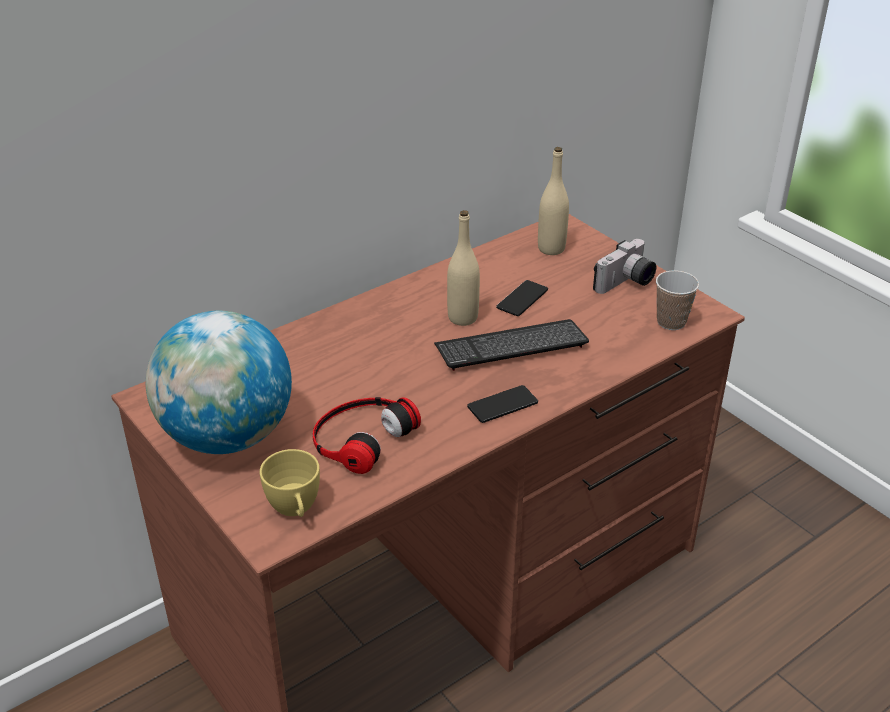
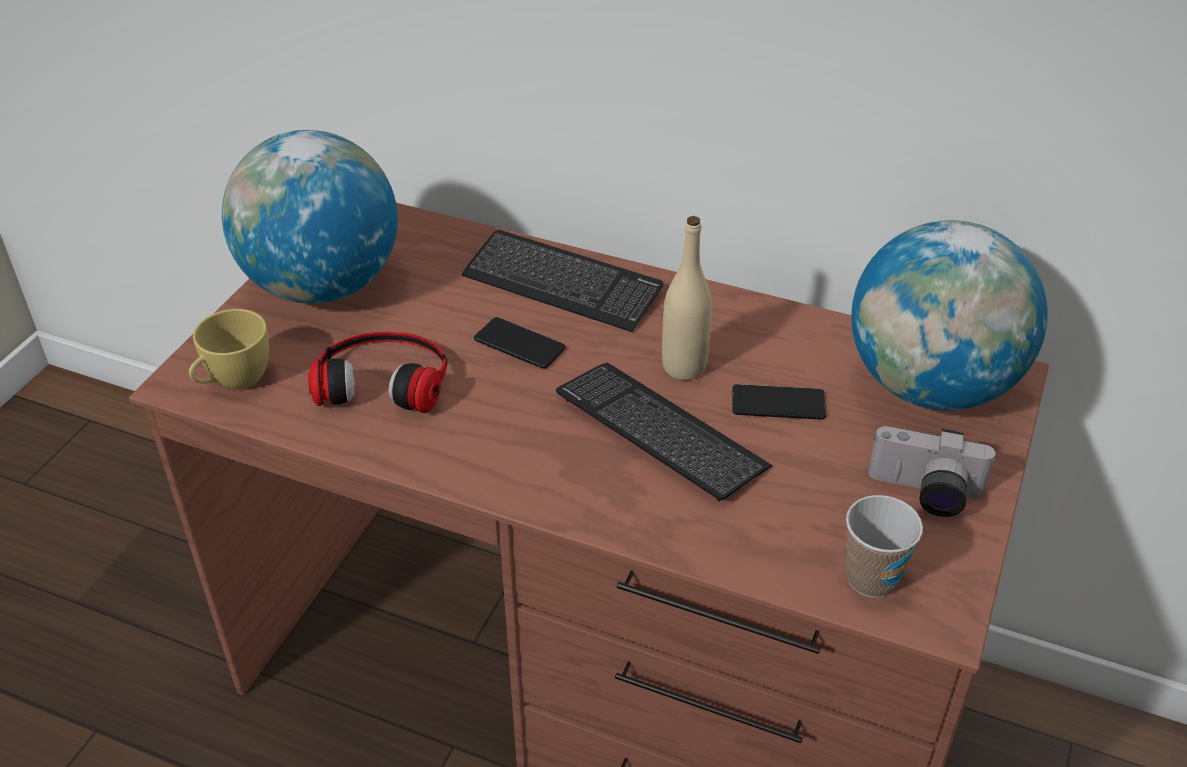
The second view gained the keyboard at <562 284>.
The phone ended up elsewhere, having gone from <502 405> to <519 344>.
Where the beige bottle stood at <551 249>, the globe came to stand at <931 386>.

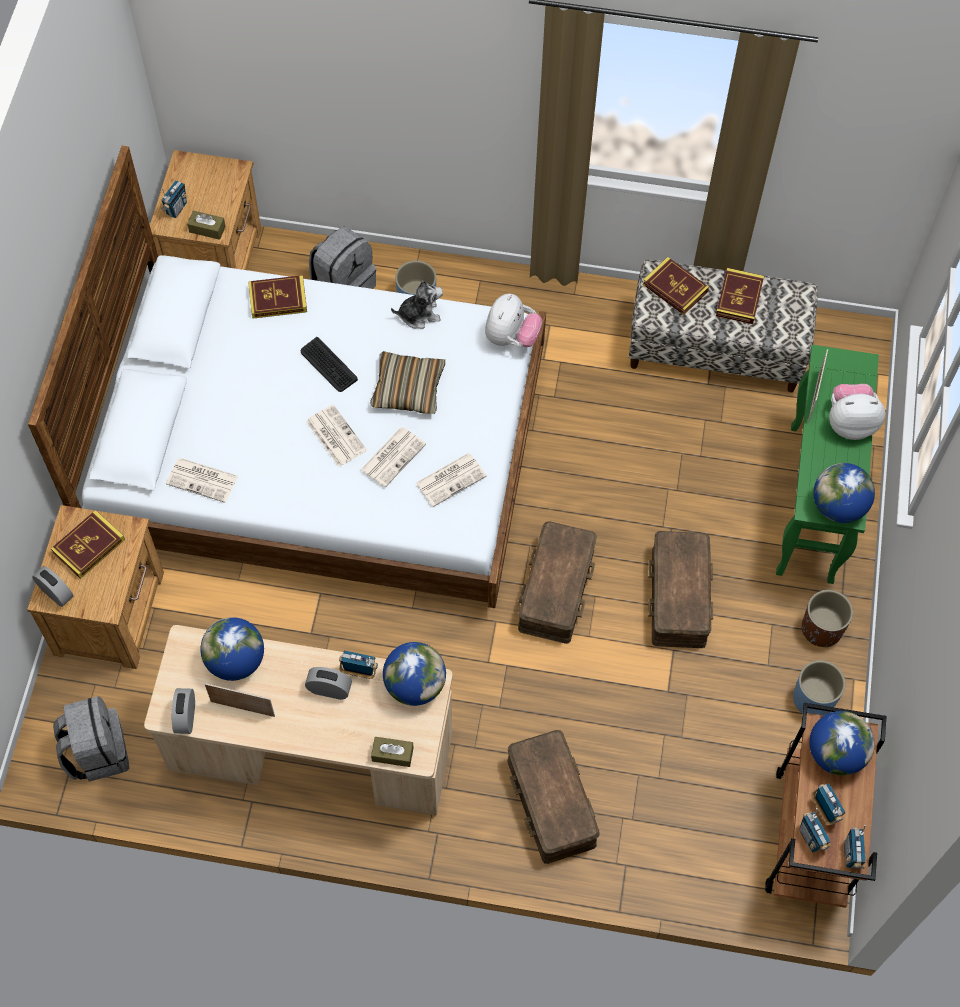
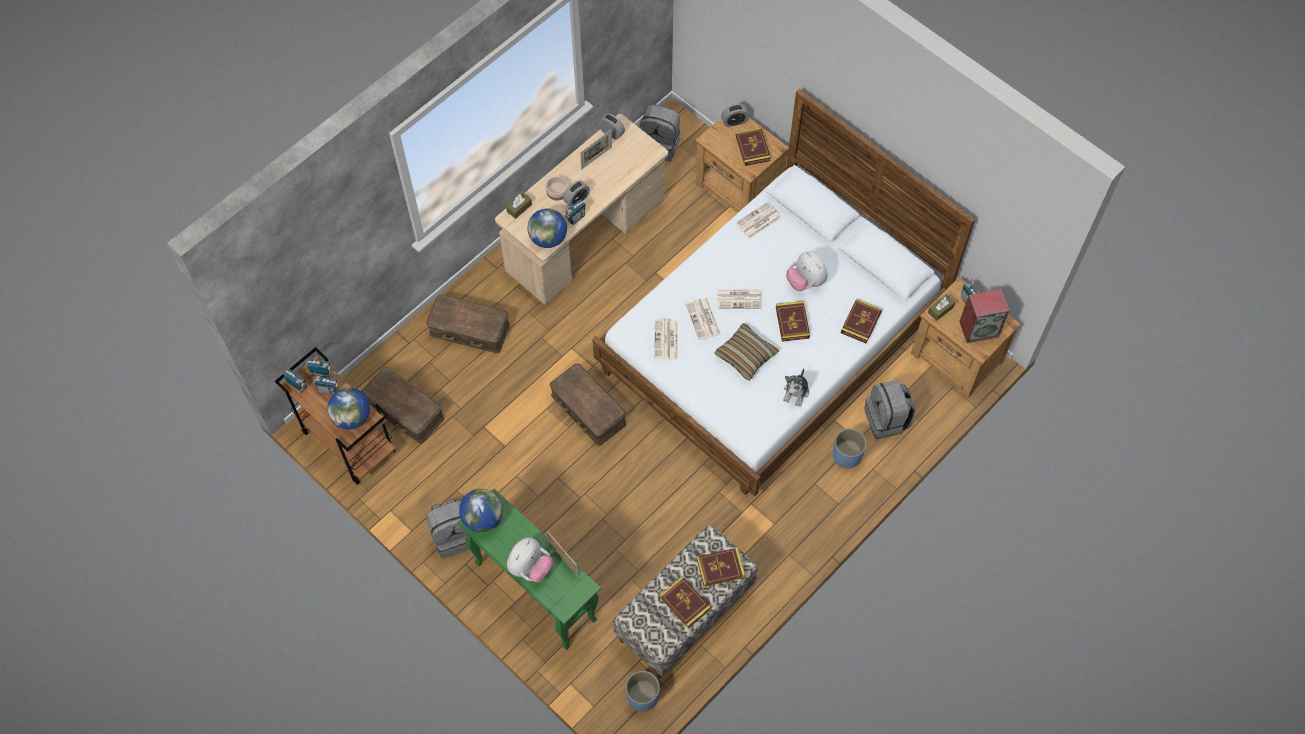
The brown storage box ended up elsewhere, having gone from <677 596> to <405 410>.
Where the brown planter stood at <821 629>, the grey backpack came to stand at <454 535>.
The second view gained the bowl at <557 191>.
The blue planter ended up elsewhere, having gone from <813 699> to <642 696>.
Where the keyboard stood at <328 365>, the book came to stand at <792 322>.
The plush toy ended up elsewhere, having gone from <511 337> to <805 281>.
The second view gained the speaker at <979 328>.
The second view lost the globe at <236 660>.

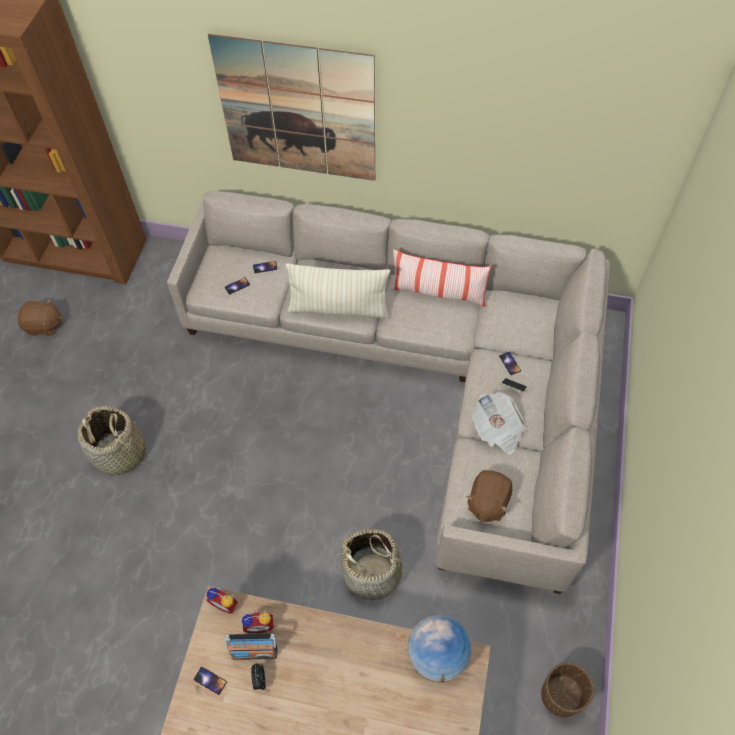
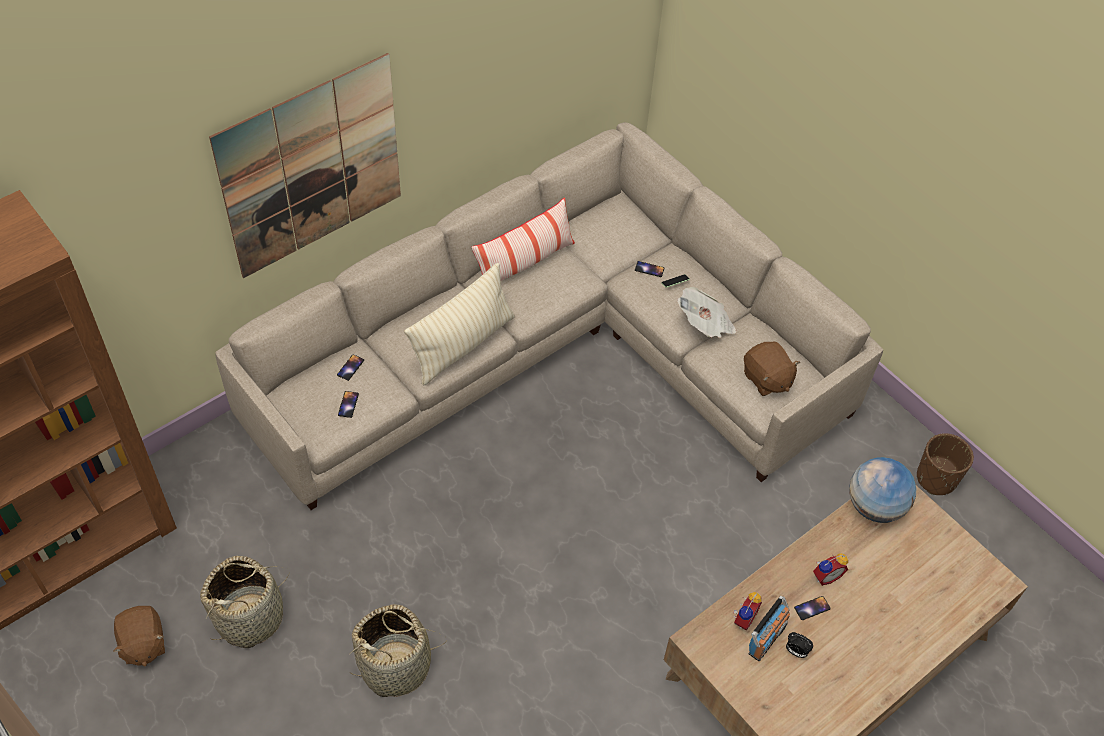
The brown plush toy at <44 326> ended up facing another way, 120 degrees clockwise from before.
The basket ended up elsewhere, having gone from <373 574> to <250 617>.
The phone ended up elsewhere, having gone from <210 680> to <812 608>.
The alarm clock ended up elsewhere, having gone from <225 603> to <825 576>.

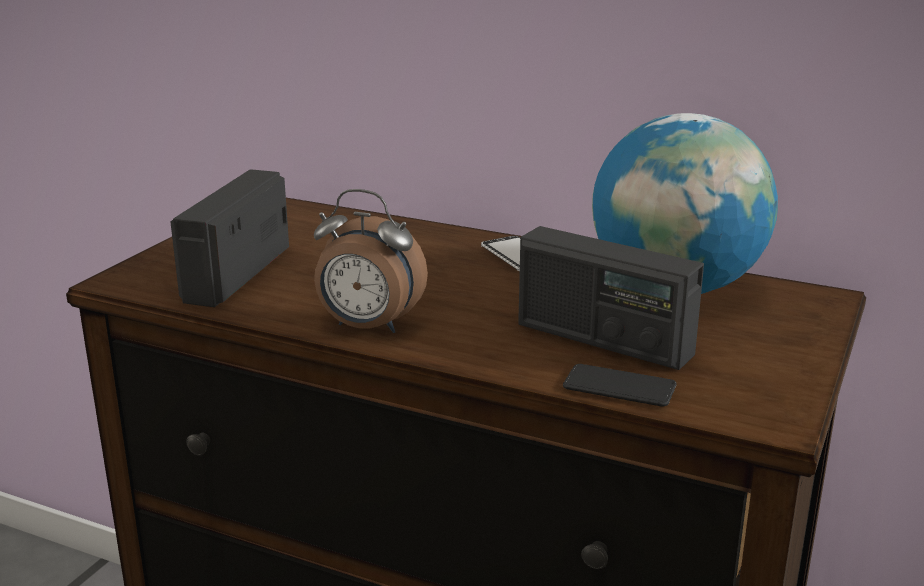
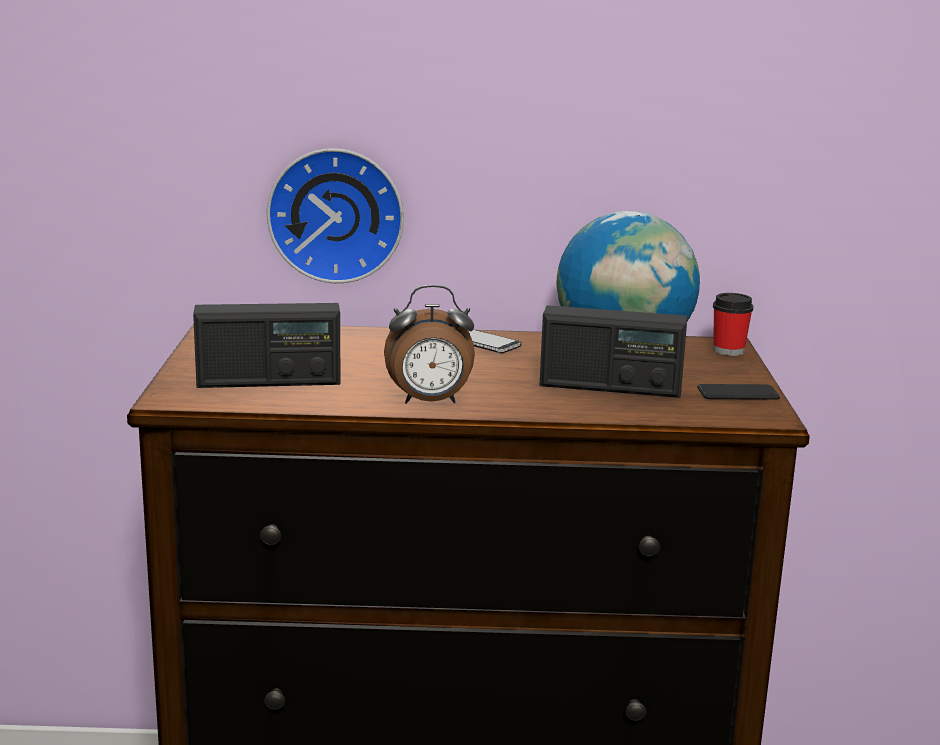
The radio at <236 274> ended up facing another way, 90 degrees counterclockwise from before.
The second view gained the wall clock at <336 214>.
The phone ended up elsewhere, having gone from <619 387> to <737 394>.
The second view gained the cup at <728 351>.

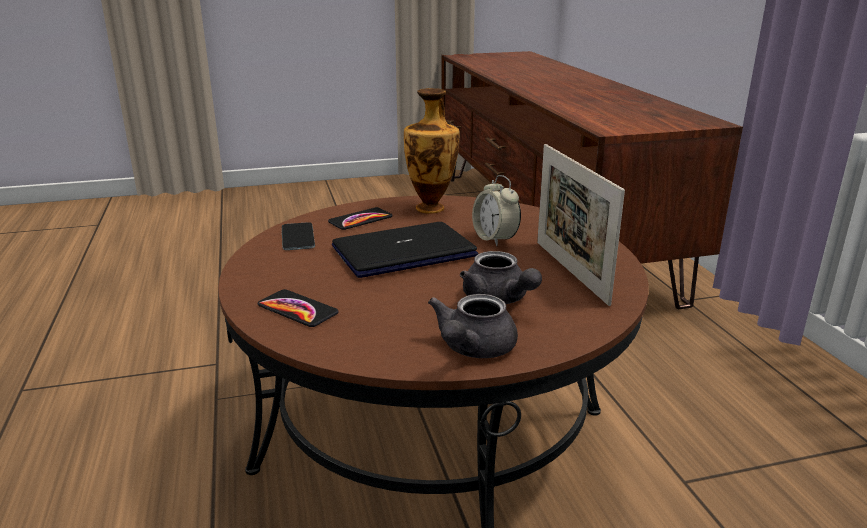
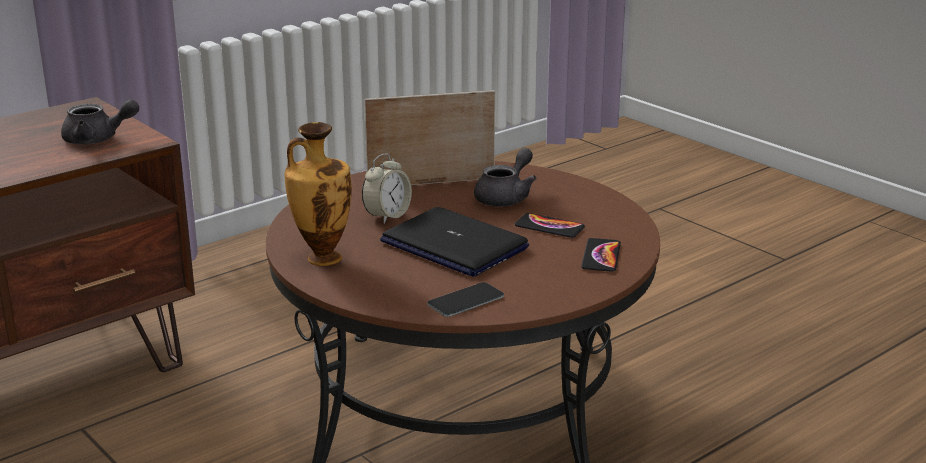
The grey teapot ended up elsewhere, having gone from <472 349> to <98 140>.
The picture frame at <570 271> ended up facing another way, 150 degrees counterclockwise from before.
The phone ended up elsewhere, having gone from <360 220> to <549 227>.

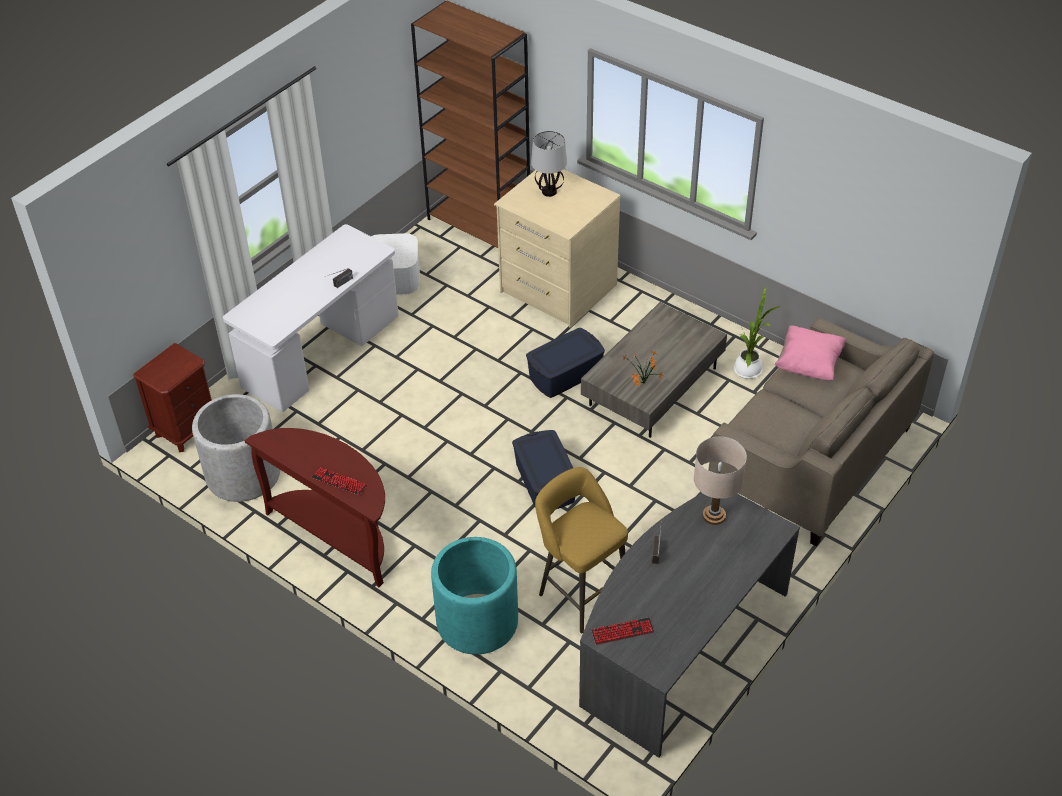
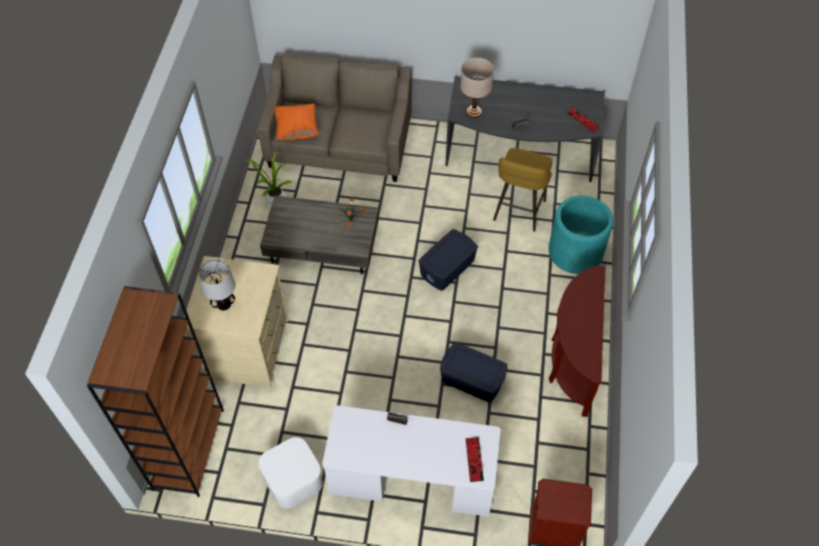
What was the pink pillow at <808 364> turned into the orange pillow at <297 129>.
The blue storage box ended up elsewhere, having gone from <564 374> to <472 380>.
The keyboard ended up elsewhere, having gone from <339 482> to <474 459>.
The second view lost the grey planter at <243 474>.

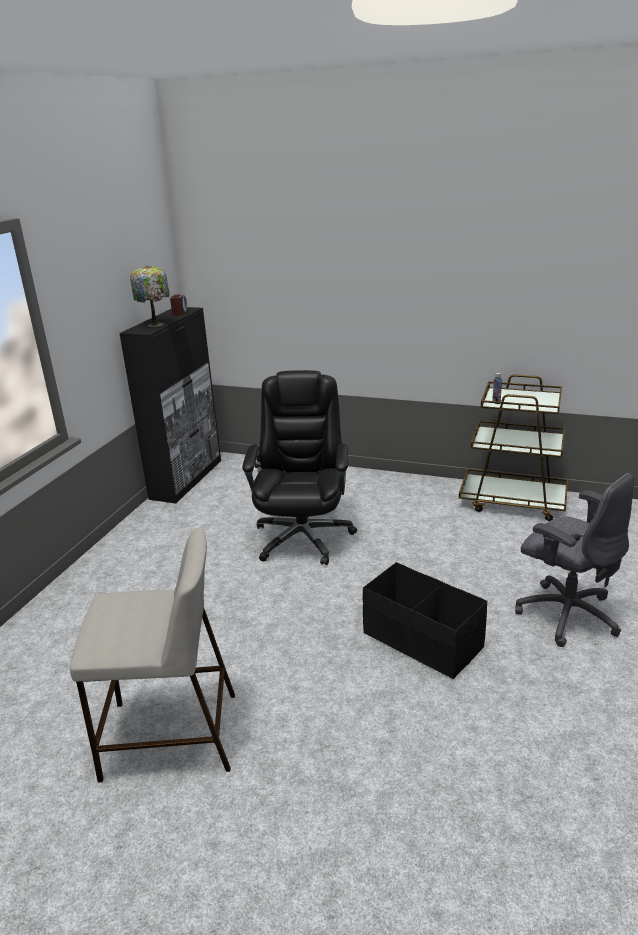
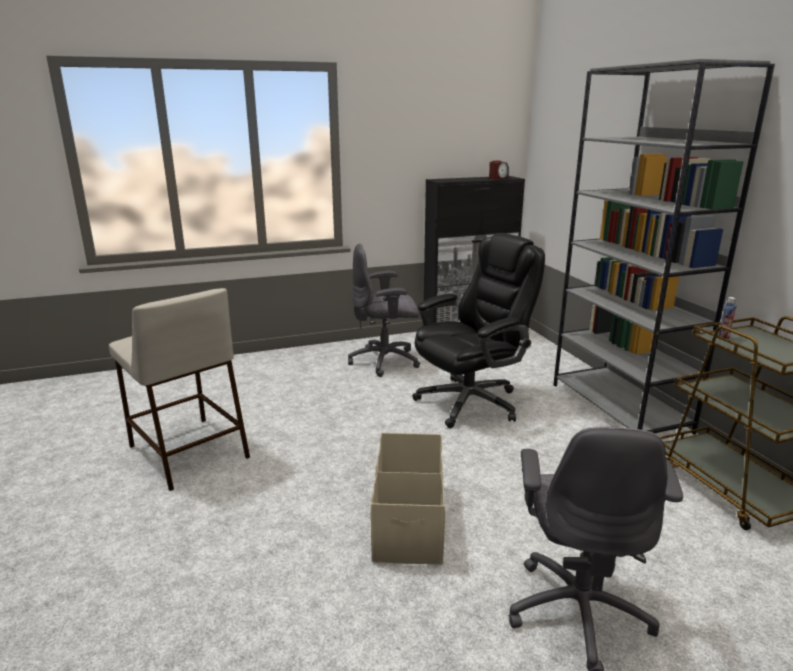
The second view gained the grey office chair at <385 361>.
What was the black storage box at <422 641> turned into the beige storage box at <408 521>.
The second view gained the grey bookcase at <620 408>.
The second view lost the table lamp at <156 324>.

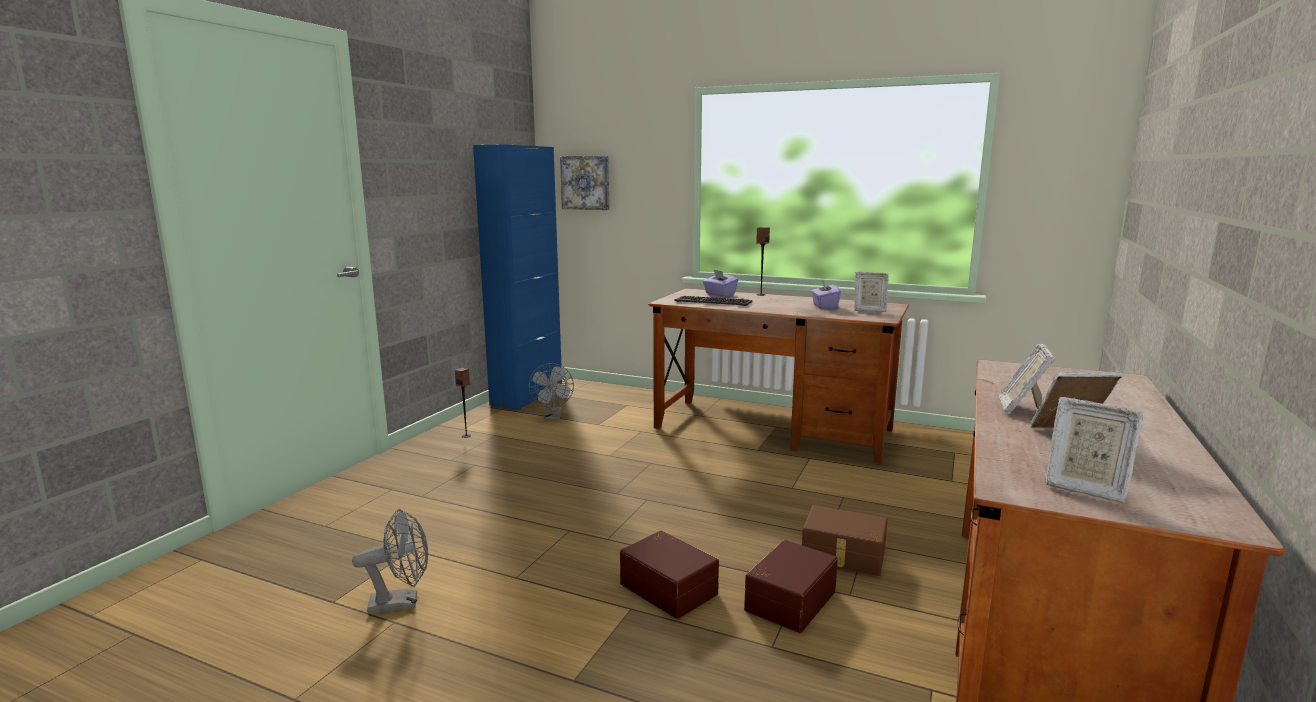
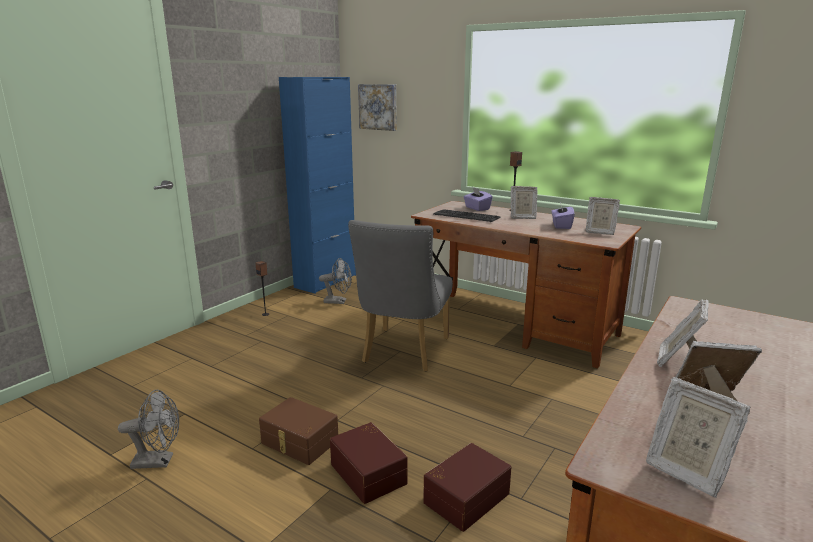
The brown storage box ended up elsewhere, having gone from <843 555> to <299 442>.
The grey fan at <553 417> ended up facing another way, 90 degrees counterclockwise from before.
The second view gained the grey chair at <403 353>.
The second view gained the picture frame at <522 217>.

